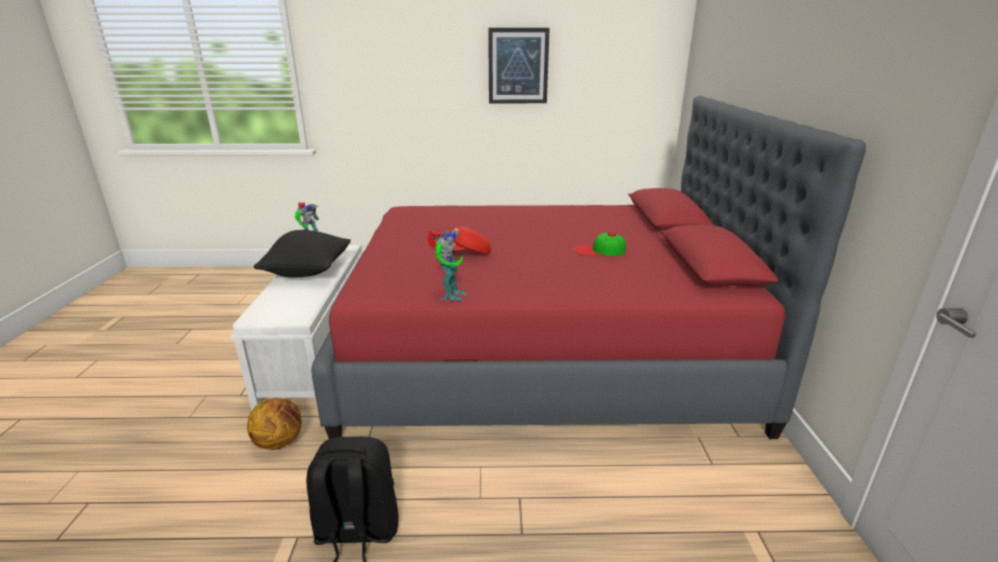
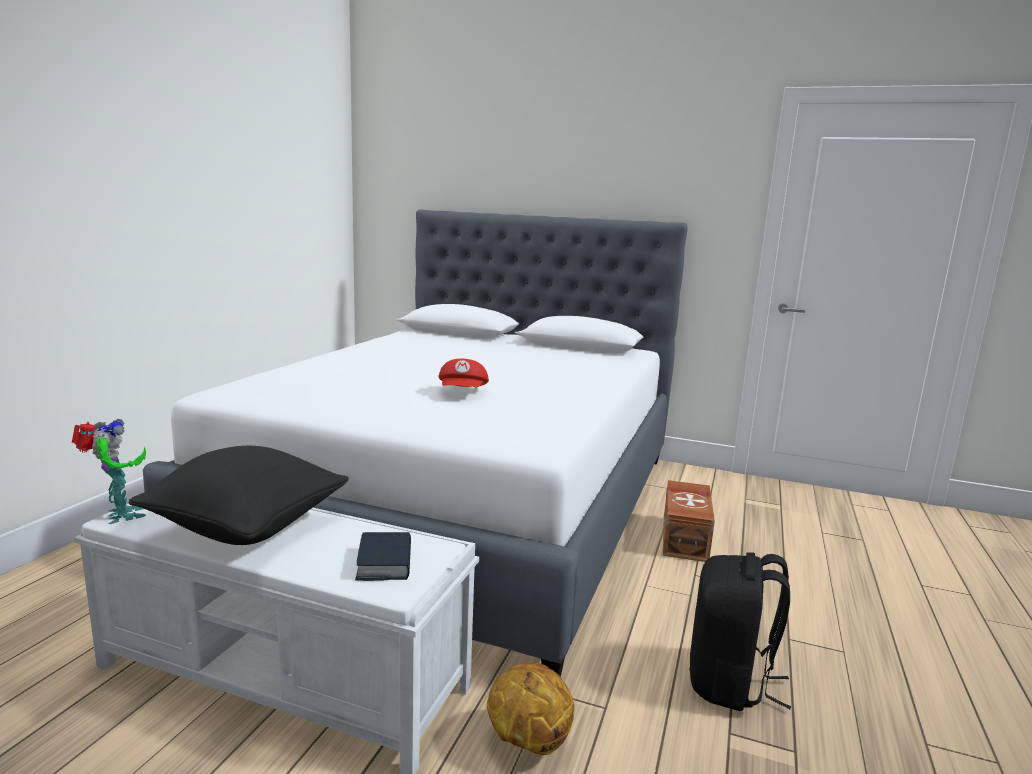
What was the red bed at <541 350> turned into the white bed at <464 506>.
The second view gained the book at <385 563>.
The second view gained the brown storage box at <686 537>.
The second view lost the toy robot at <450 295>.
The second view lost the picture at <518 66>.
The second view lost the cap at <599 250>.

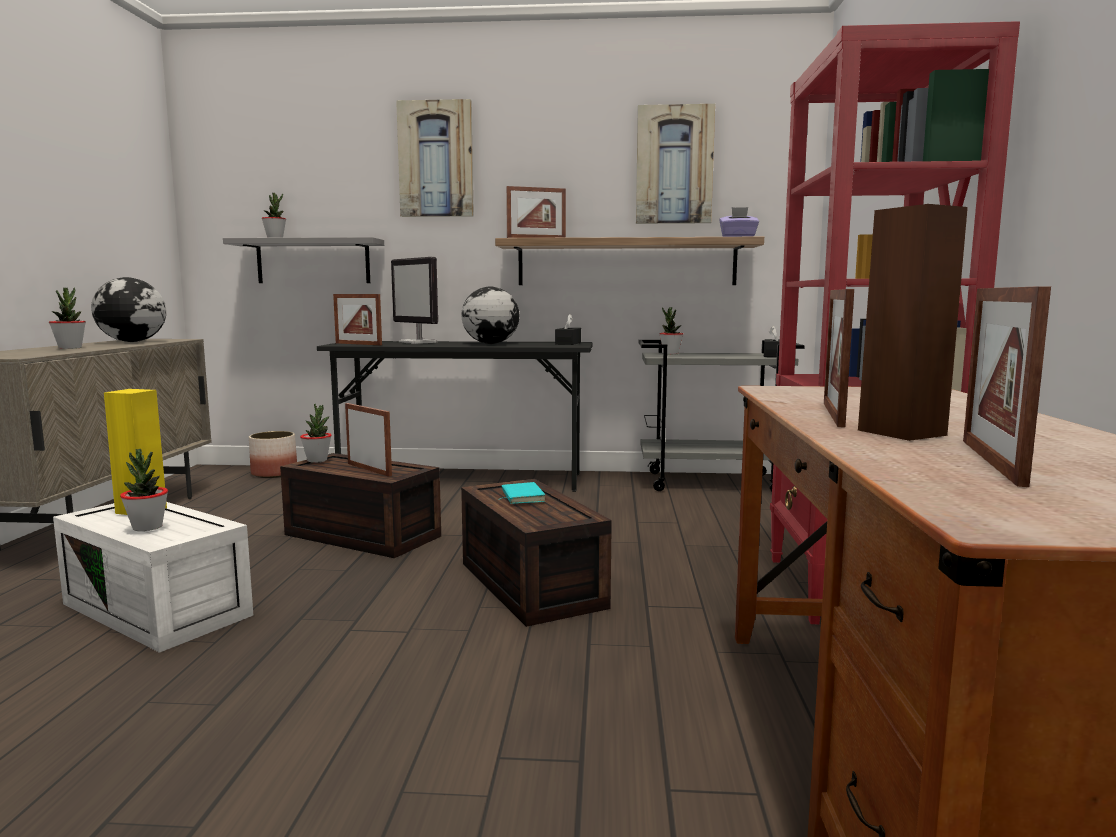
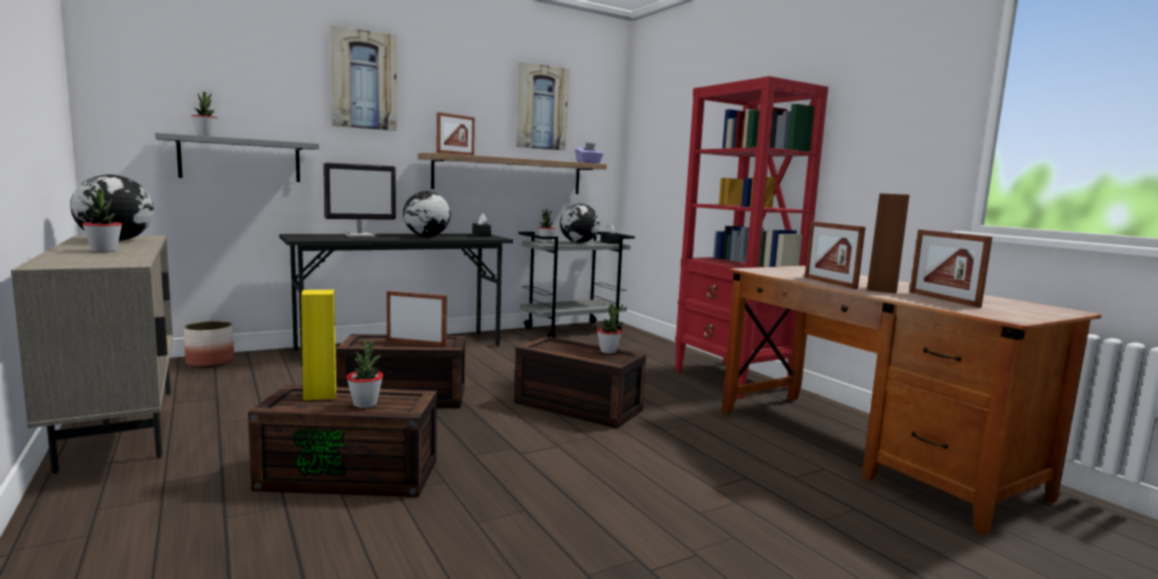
What was the white storage box at <161 609> turned into the brown storage box at <353 474>.
The monitor at <418 342> ended up facing another way, 45 degrees counterclockwise from before.
The second view gained the globe at <579 243>.
The potted plant ended up elsewhere, having gone from <317 460> to <608 351>.
The second view lost the picture frame at <358 344>.
The second view lost the turquoise book at <521 496>.

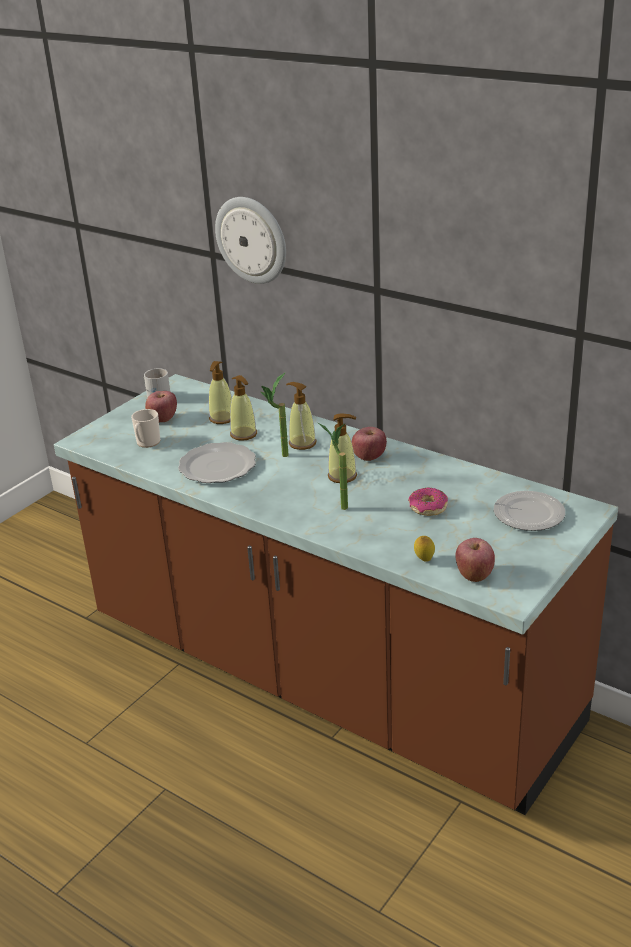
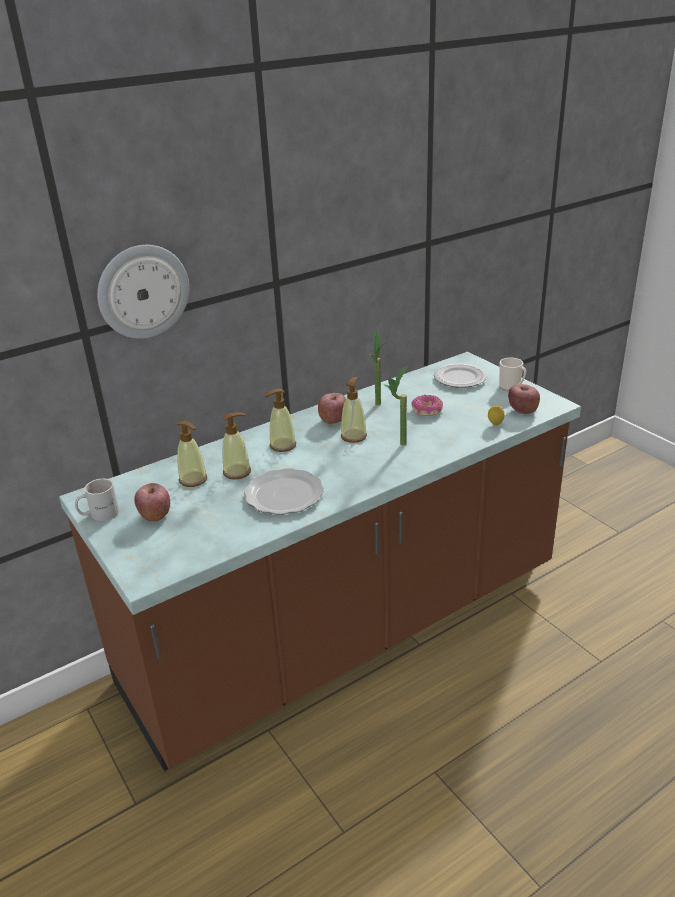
The potted plant ended up elsewhere, having gone from <279 457> to <379 406>.
The mug ended up elsewhere, having gone from <147 443> to <511 387>.

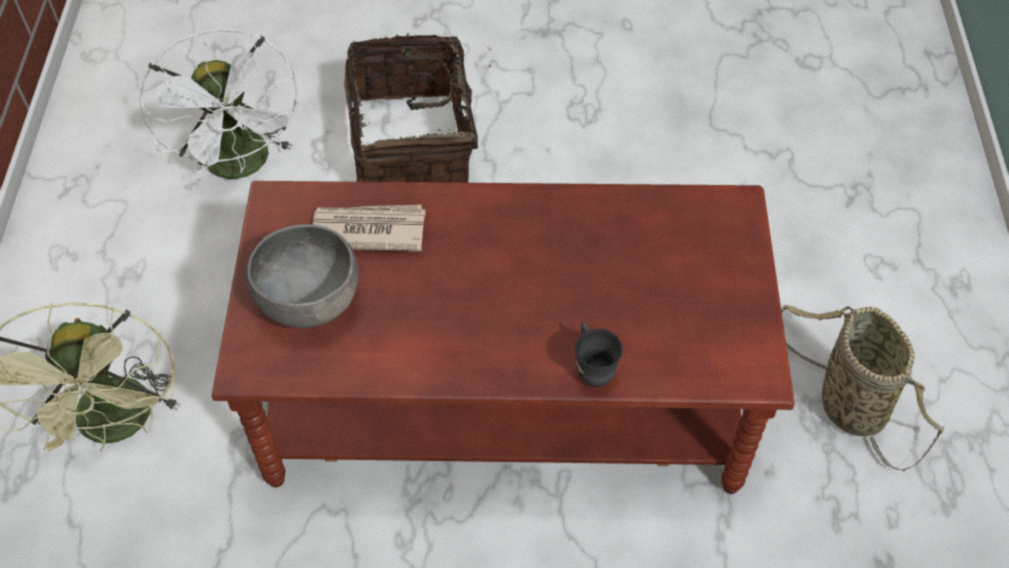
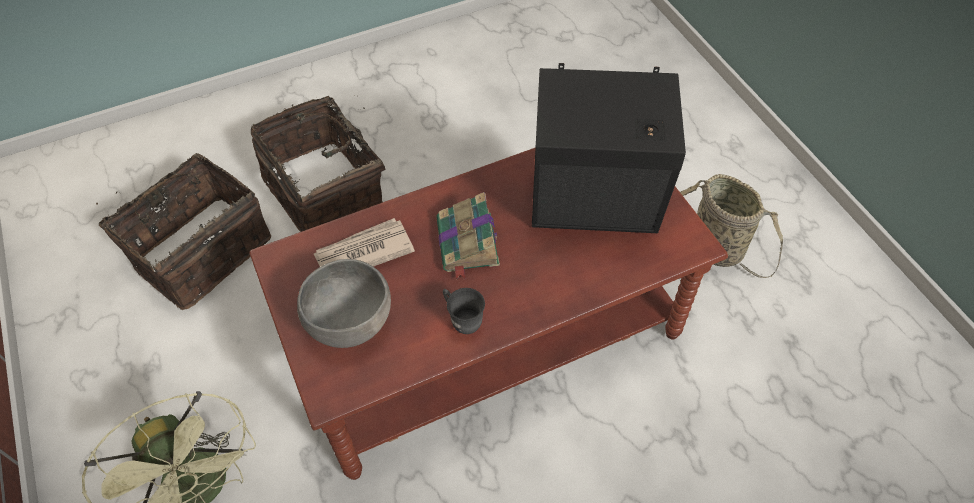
Where the white fan stood at <243 166>, the basket came to stand at <200 251>.
The second view gained the book at <468 244>.
The grey mug ended up elsewhere, having gone from <592 367> to <462 320>.
The second view gained the black speaker at <597 206>.

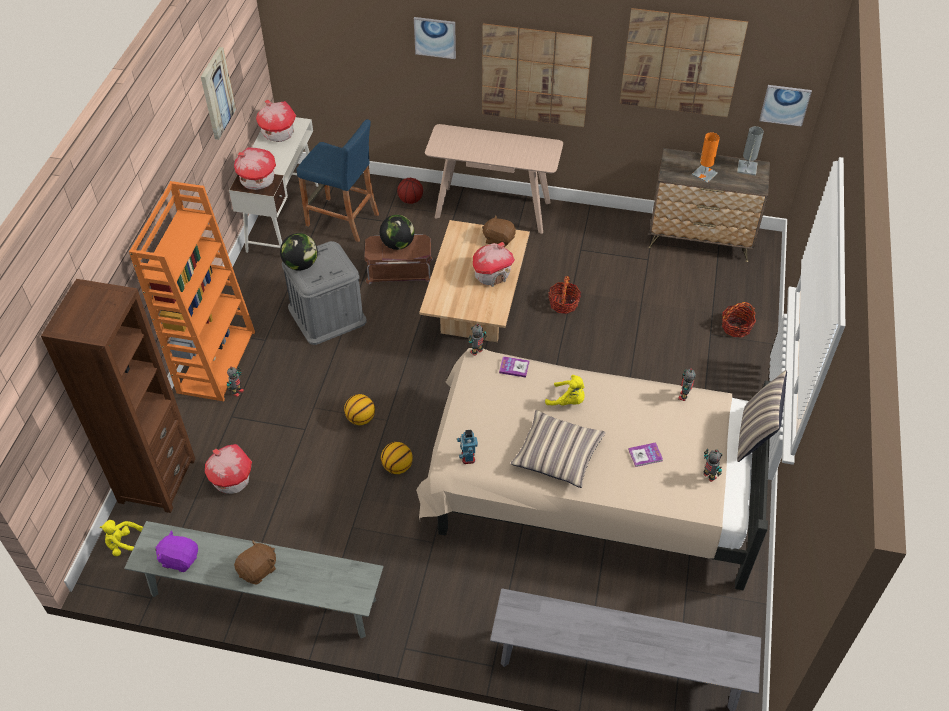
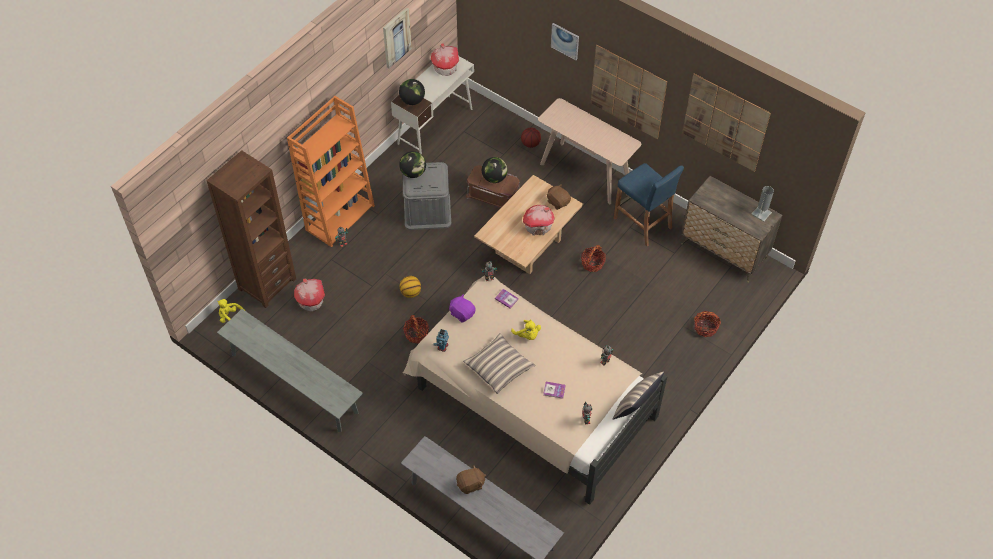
Where the toy house stood at <257 180>, the globe came to stand at <412 101>.
Where the basketball stood at <397 466>, the basket came to stand at <416 334>.
The purple plush toy ended up elsewhere, having gone from <179 559> to <462 313>.
The brown plush toy ended up elsewhere, having gone from <258 570> to <471 484>.
The blue stool ended up elsewhere, having gone from <342 220> to <642 223>.
The second view lost the orange table lamp at <704 174>.
The second view lost the picture at <785 104>.

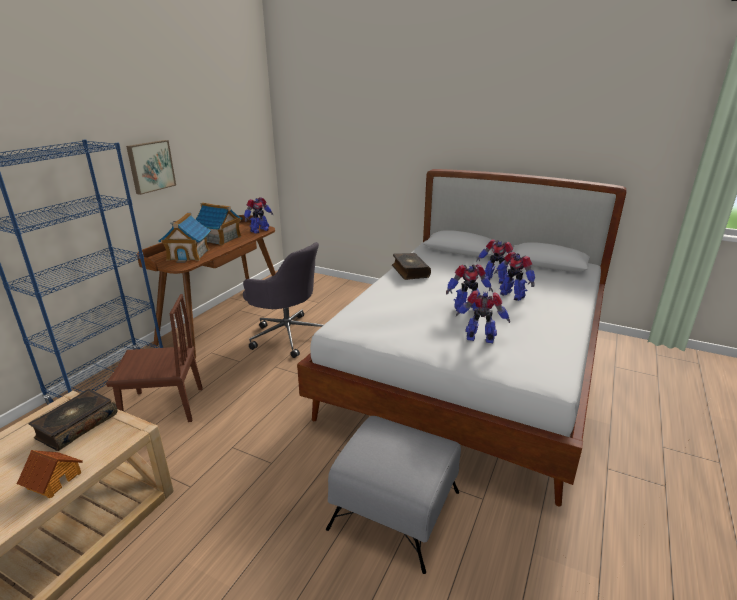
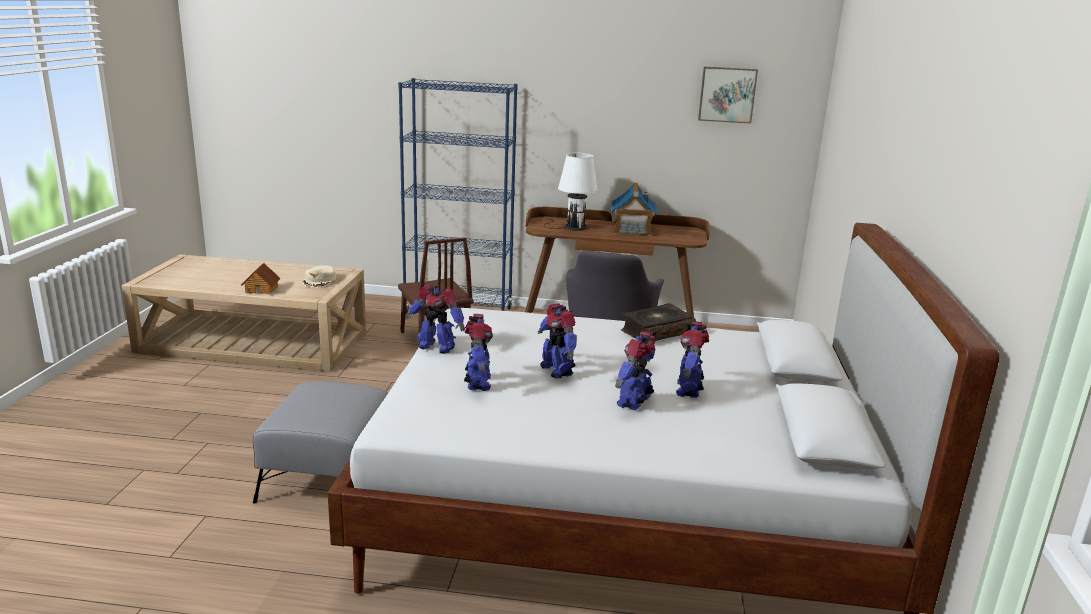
Where the book stood at <76 426>, the beige cap came to stand at <319 280>.
The toy robot ended up elsewhere, having gone from <259 230> to <436 347>.
Where the toy house stood at <188 254>, the white table lamp came to stand at <572 227>.
The picture ended up elsewhere, having gone from <150 166> to <727 94>.

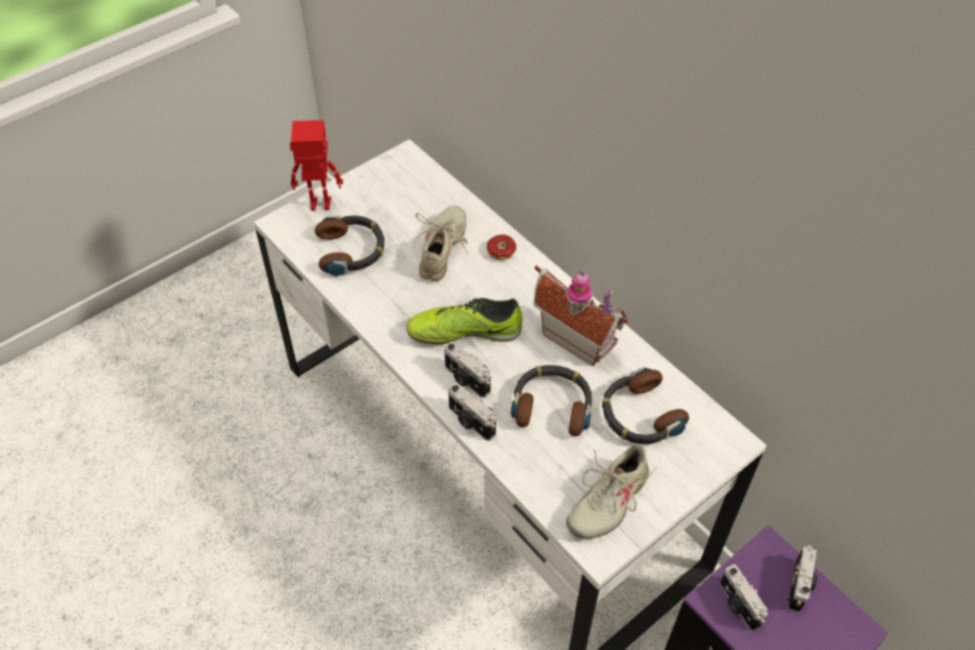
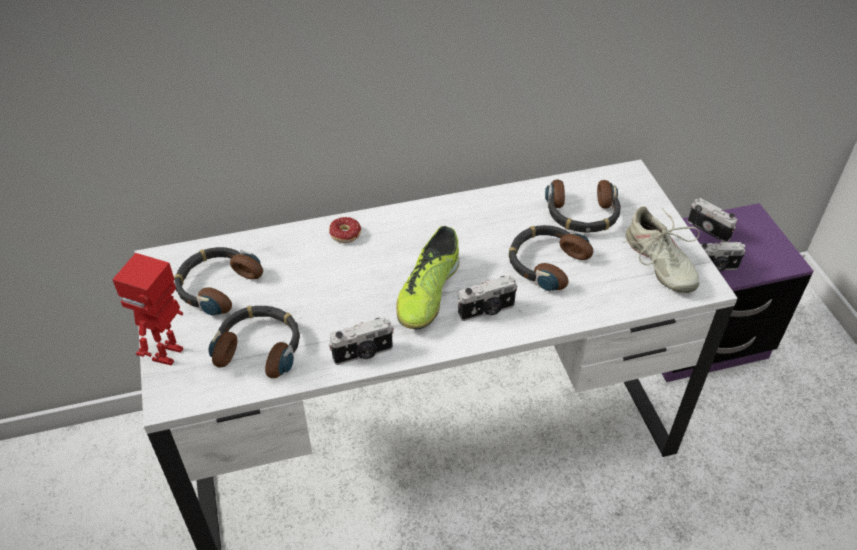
The second view gained the headphones at <217 285>.
The photo camera ended up elsewhere, having gone from <470 422> to <363 354>.
The second view lost the beige shoe at <443 250>.
The second view lost the toy house at <578 337>.

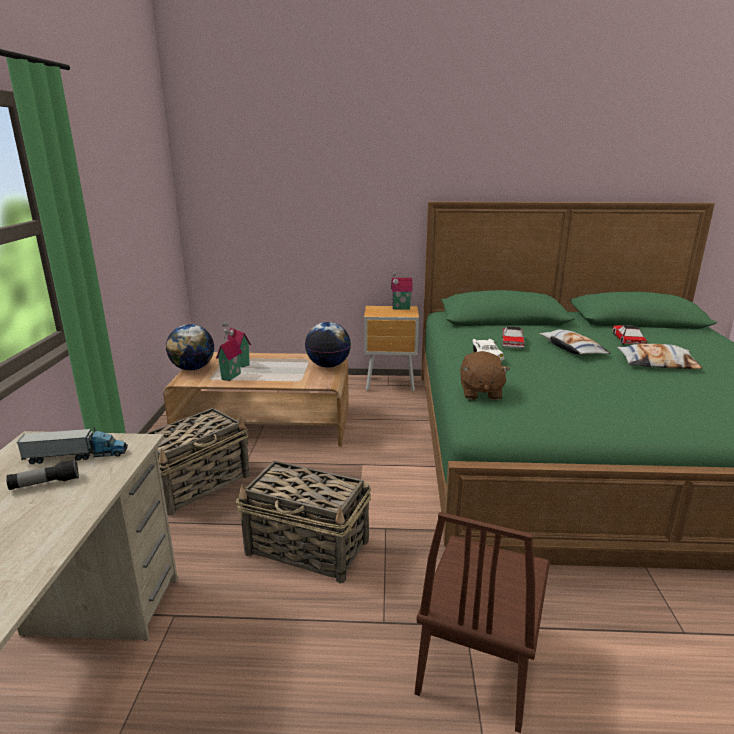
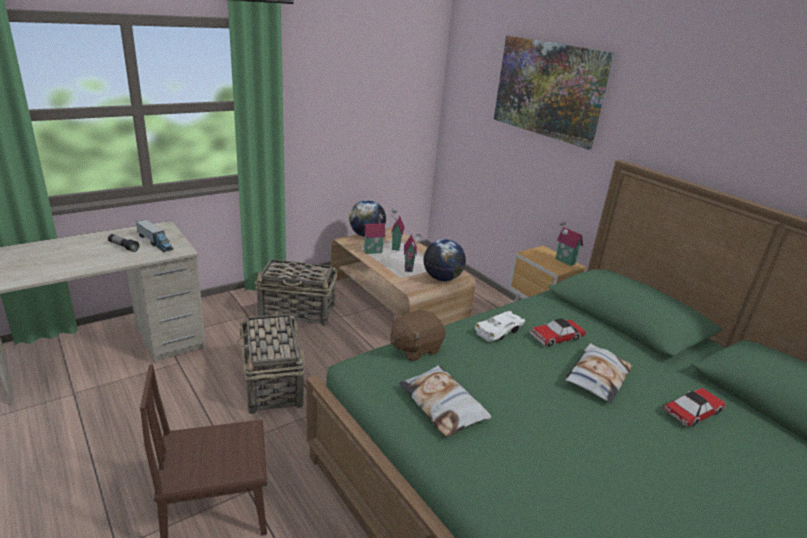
The pillow ended up elsewhere, having gone from <657 363> to <443 405>.
The second view gained the toy house at <410 268>.
The second view gained the picture at <548 89>.

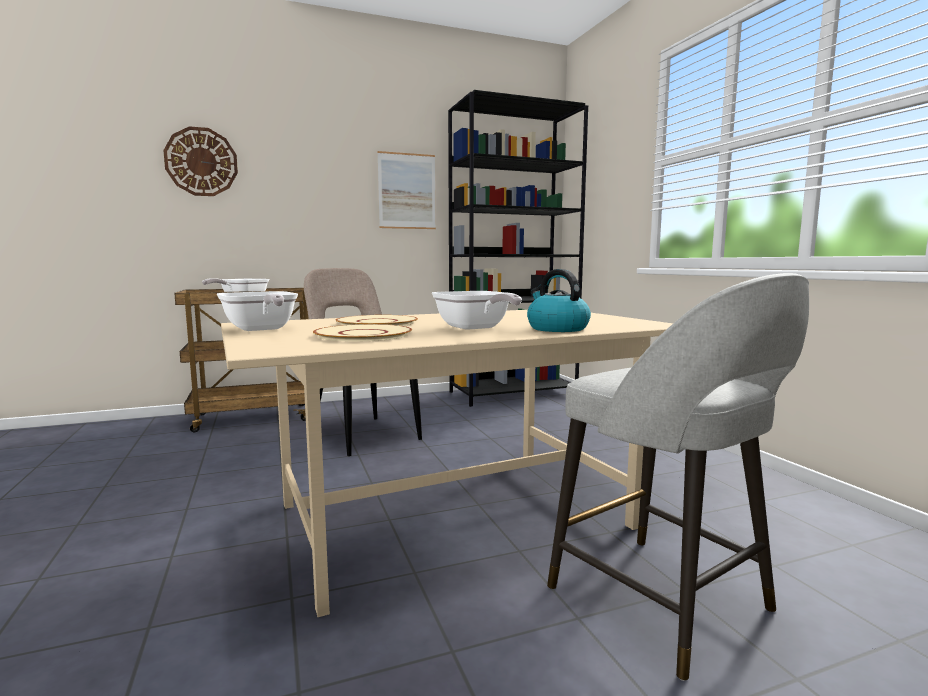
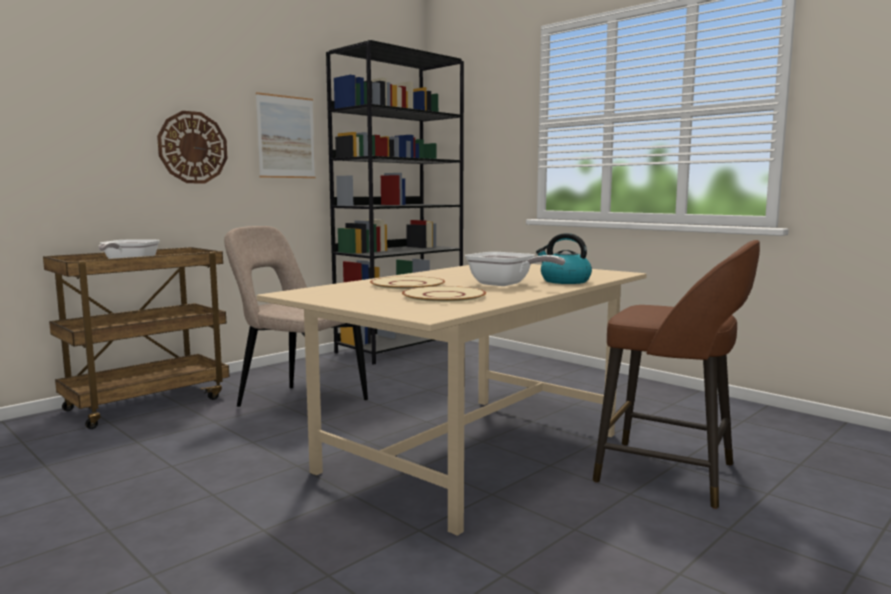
The wall clock ended up elsewhere, having gone from <201 162> to <193 147>.
What was the grey stool at <664 602> turned into the brown stool at <670 474>.
The second view lost the frying pan at <260 329>.

